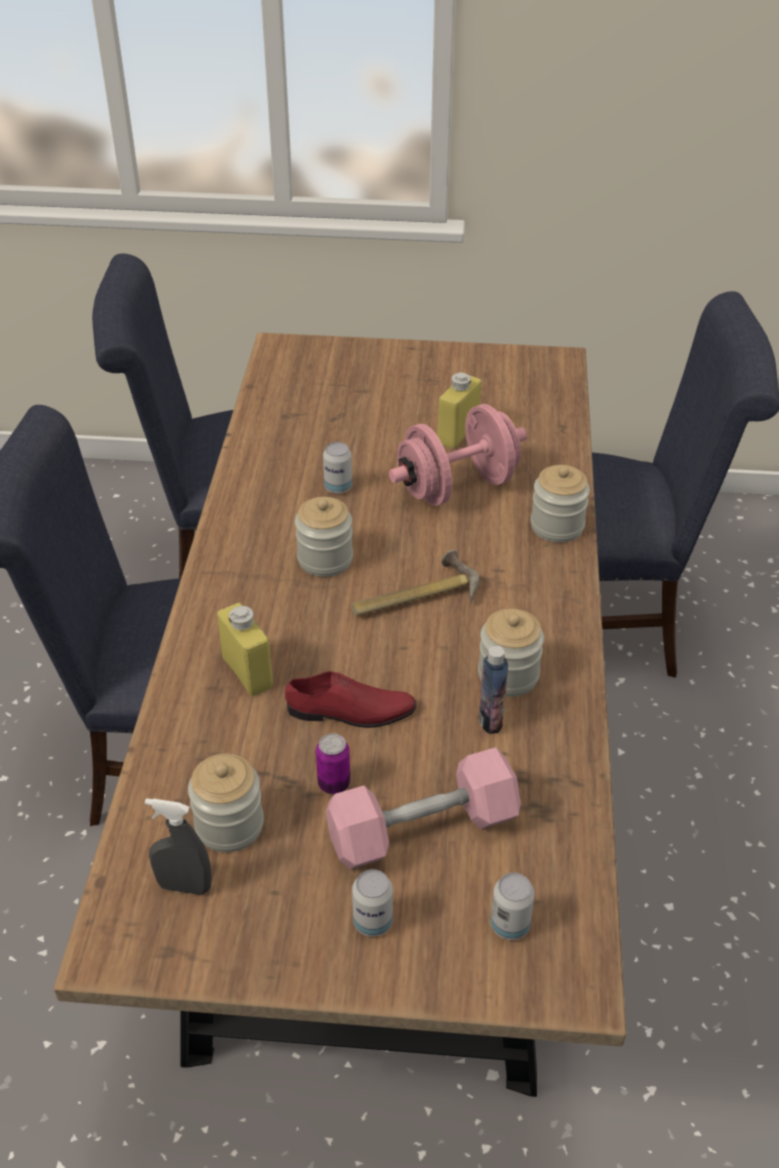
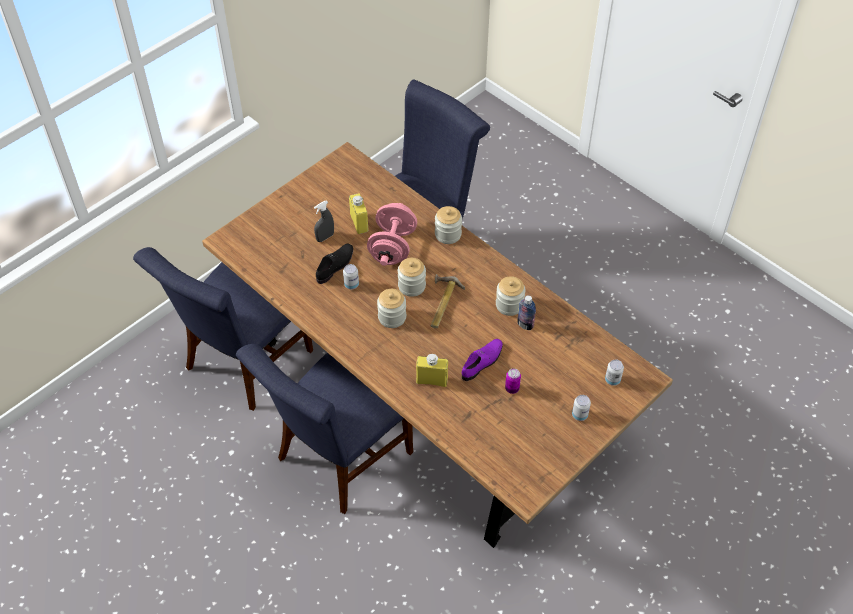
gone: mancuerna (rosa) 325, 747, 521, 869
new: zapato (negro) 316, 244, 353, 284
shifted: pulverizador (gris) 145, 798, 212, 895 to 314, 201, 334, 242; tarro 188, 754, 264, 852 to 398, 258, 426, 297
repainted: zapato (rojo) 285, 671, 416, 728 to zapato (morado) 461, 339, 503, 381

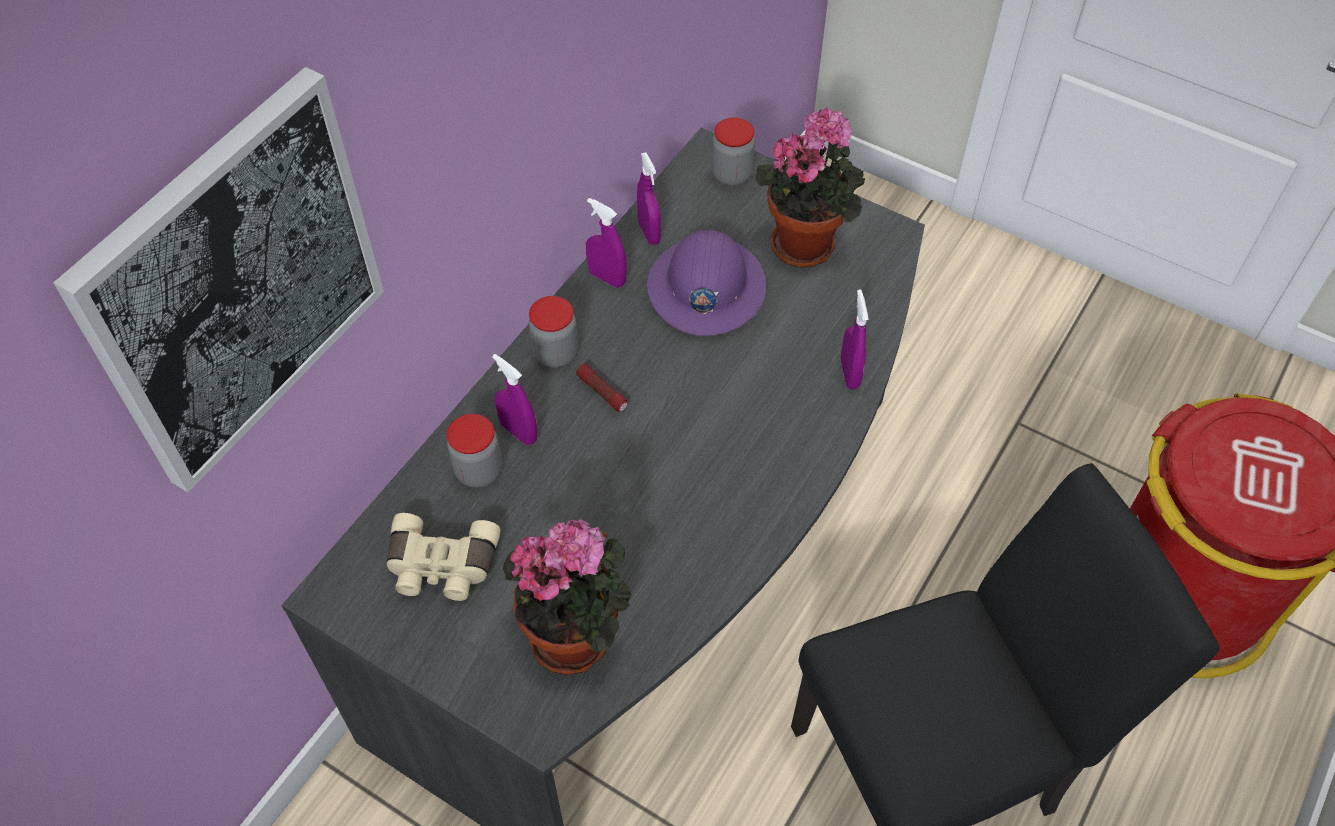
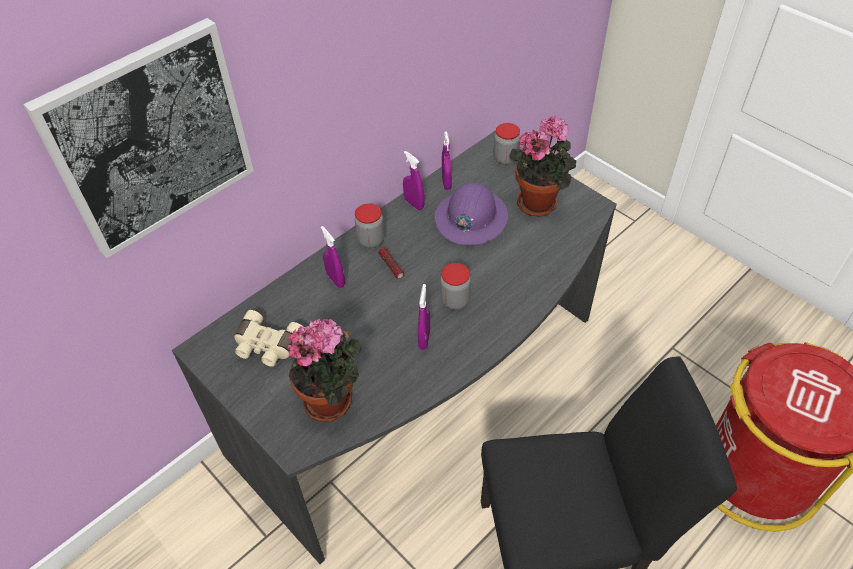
shifted: tarro 447, 414, 502, 488 to 440, 263, 471, 309; pulverizador (morado) 841, 289, 869, 389 to 418, 284, 430, 350

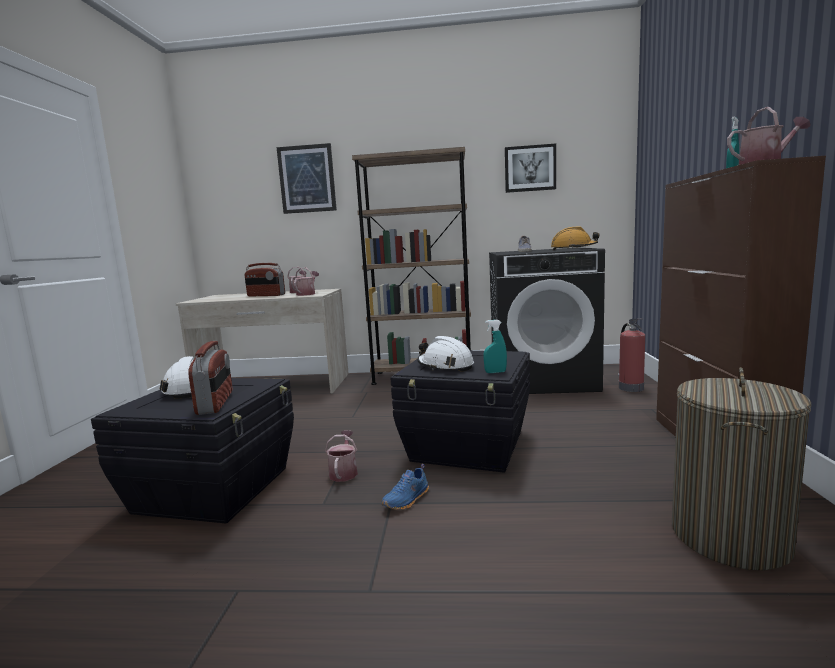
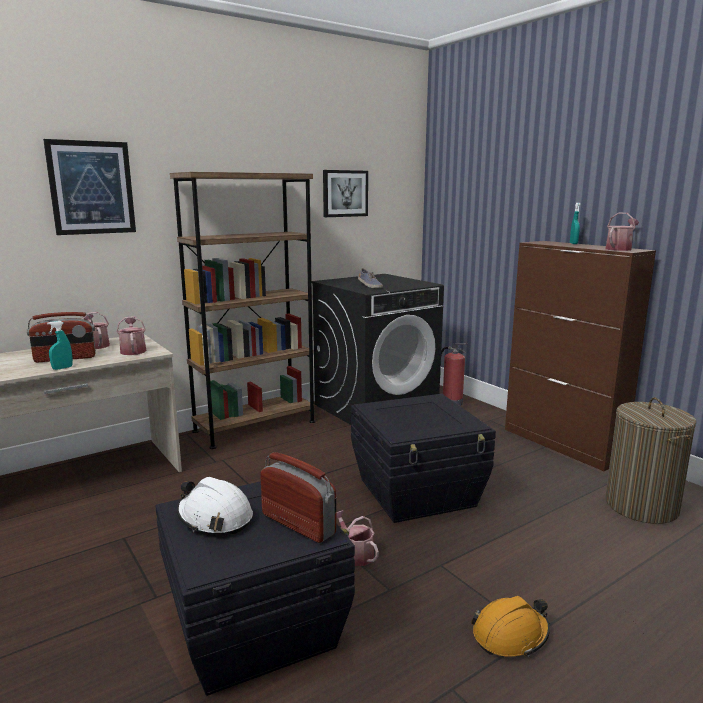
gone: zapato (azul) 382, 464, 429, 510; casco (blanco) 417, 336, 474, 372
shifted: pulverizador (turquesa) 483, 320, 507, 373 to 47, 321, 73, 370; casco (naranja) 551, 227, 599, 251 to 471, 596, 550, 657

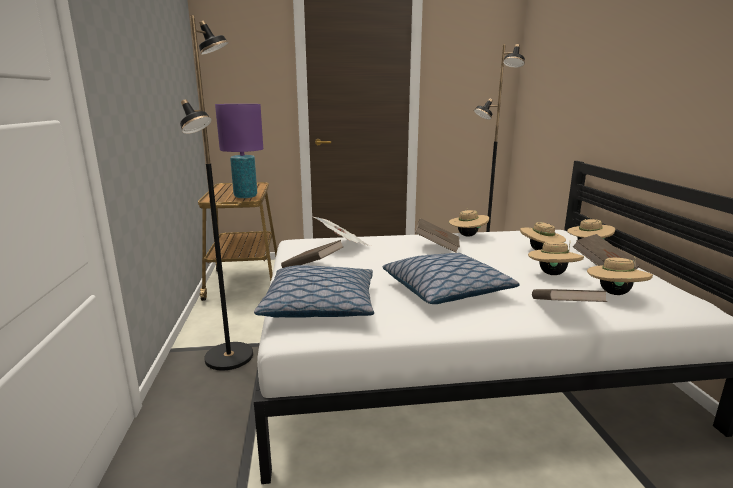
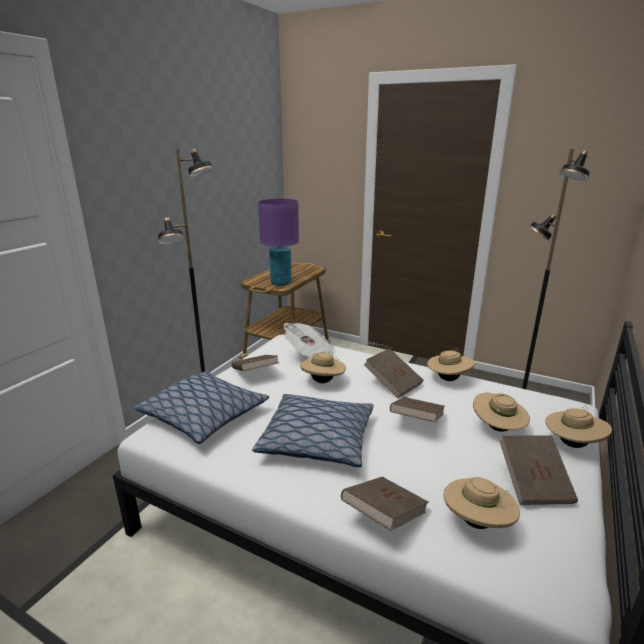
new: libro (marrón) 390, 397, 445, 422
shifted: sombrero (beis) 528, 241, 584, 275 to 300, 353, 346, 383

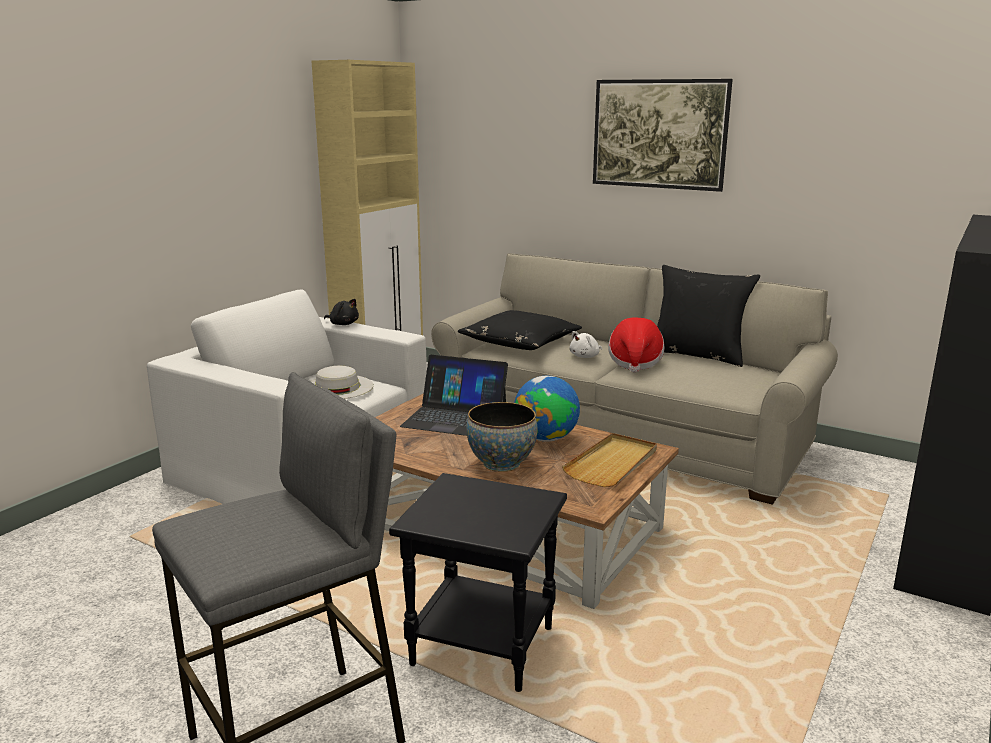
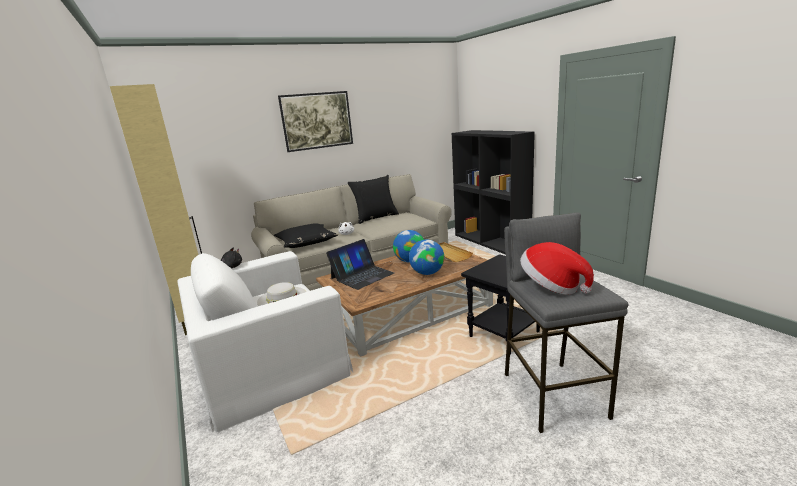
shifted: sombrero 608, 318, 665, 373 to 520, 242, 594, 295
swapped: cuenco 466, 402, 538, 472 to globo terráqueo 409, 239, 444, 275

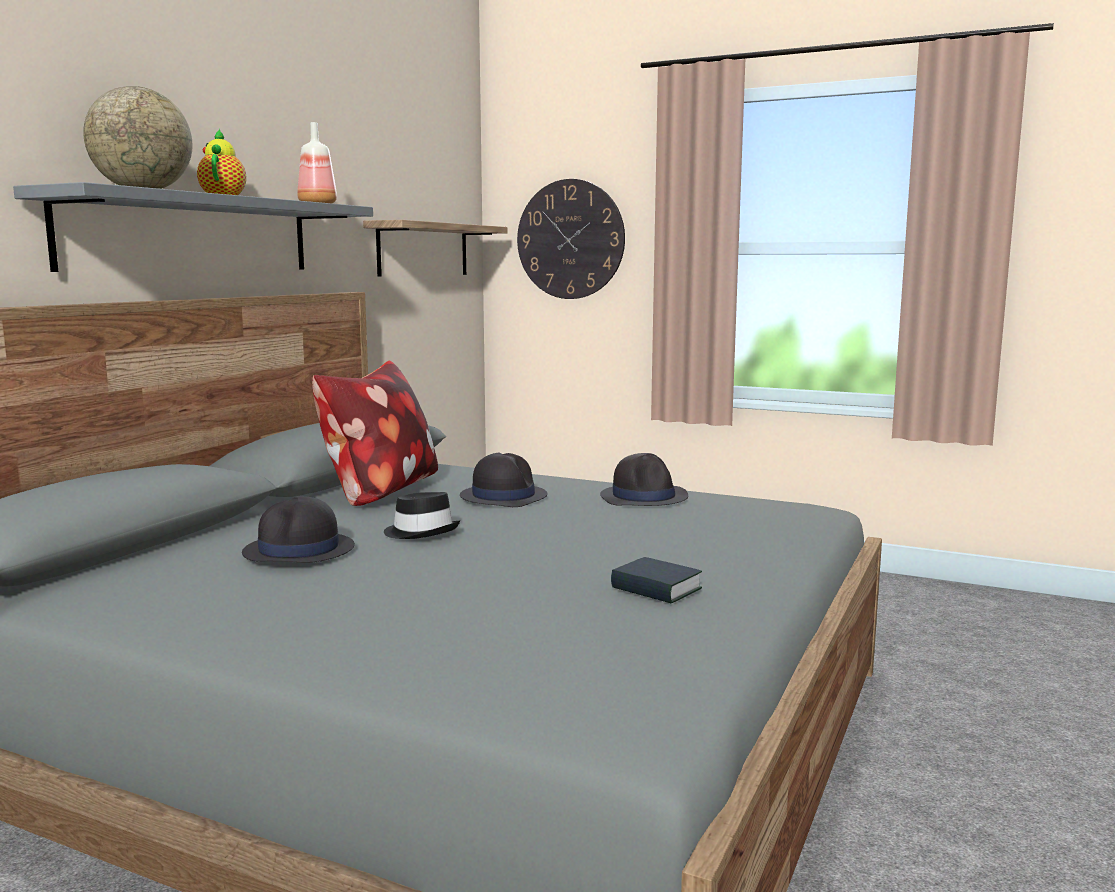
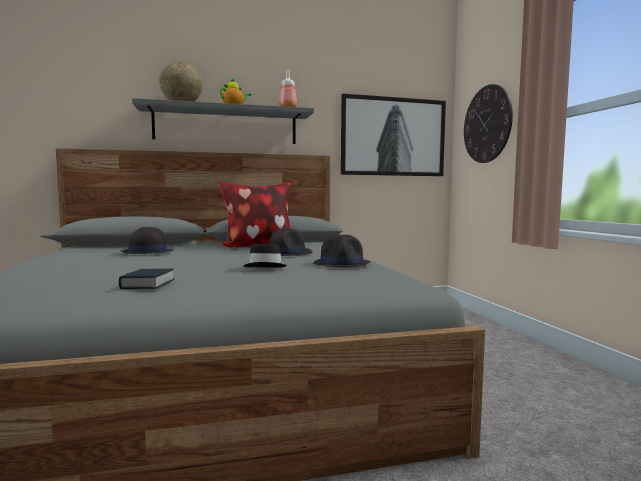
shifted: sombrero (negro) 384, 492, 460, 539 to 243, 244, 287, 268
swapped: estante 363, 220, 508, 277 to cuadro 341, 94, 446, 176

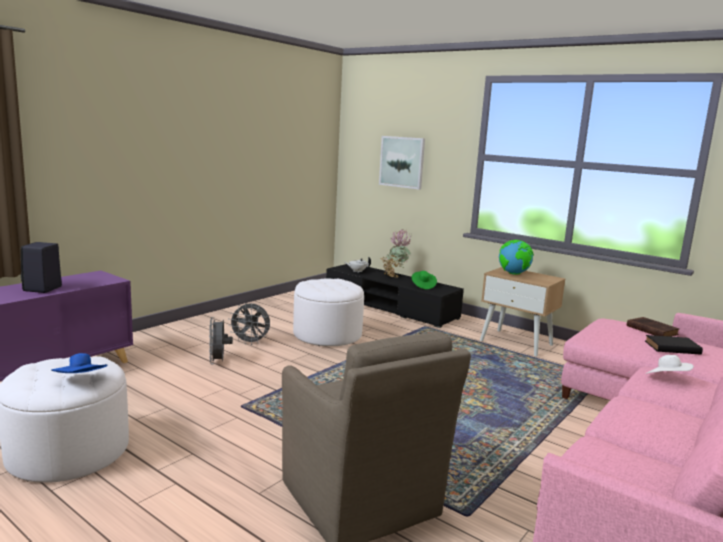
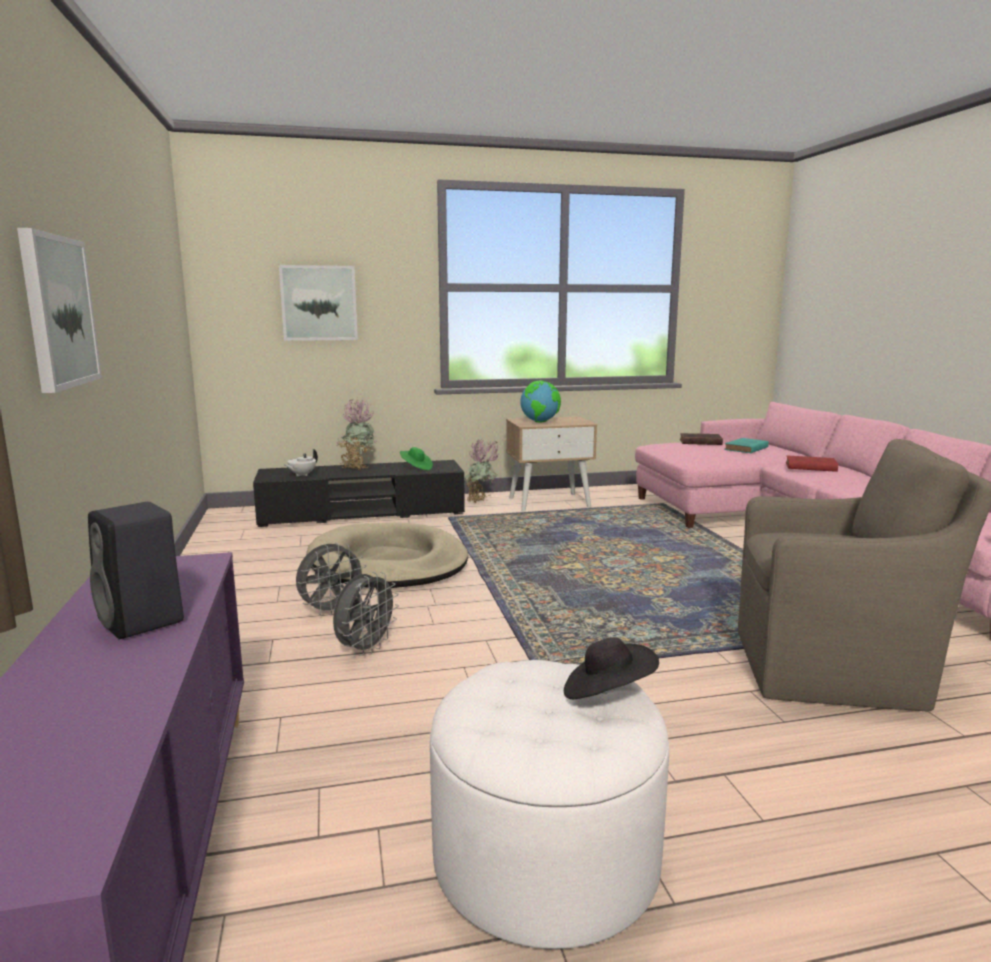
new: cuadro 17, 228, 102, 393; planta en maceta 464, 438, 499, 503
swapped: puf (blanco) 293, 278, 364, 346 to cama para perro (beis) 306, 523, 468, 588; sombrero (blanco) 646, 355, 694, 374 to libro (rojo) 786, 456, 838, 472
repainted: sombrero (azul) 51, 353, 108, 373 to sombrero (negro) 564, 637, 659, 699; libro (negro) 645, 335, 703, 354 to libro (turquesa) 724, 438, 769, 453
rotated: ventilador (gris) 209, 317, 233, 364 = 333, 572, 399, 656 90 degrees counterclockwise

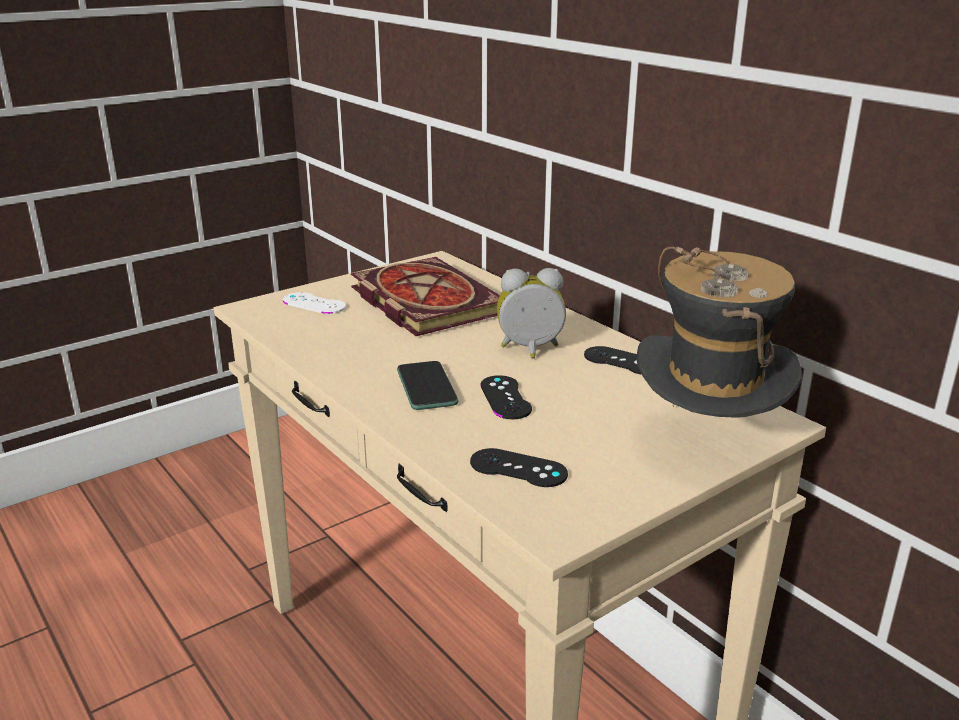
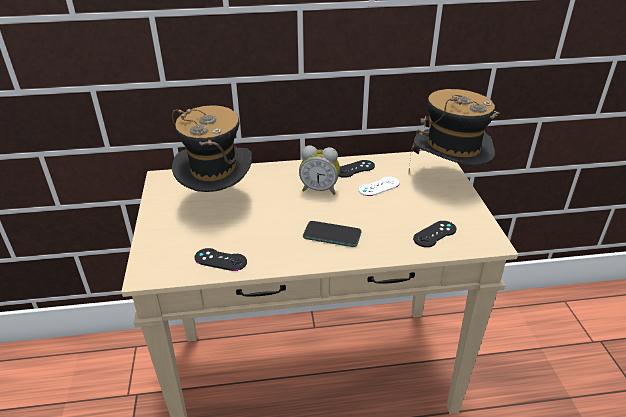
shifted: mando de consola (blanco) 283, 292, 346, 314 to 359, 176, 400, 196; mando de consola (negro) 480, 375, 532, 419 to 194, 248, 247, 271
swapped: libro 350, 257, 500, 336 to sombrero 172, 105, 252, 192
rotated: despertador 497, 268, 566, 358 = 299, 145, 340, 195 105 degrees counterclockwise

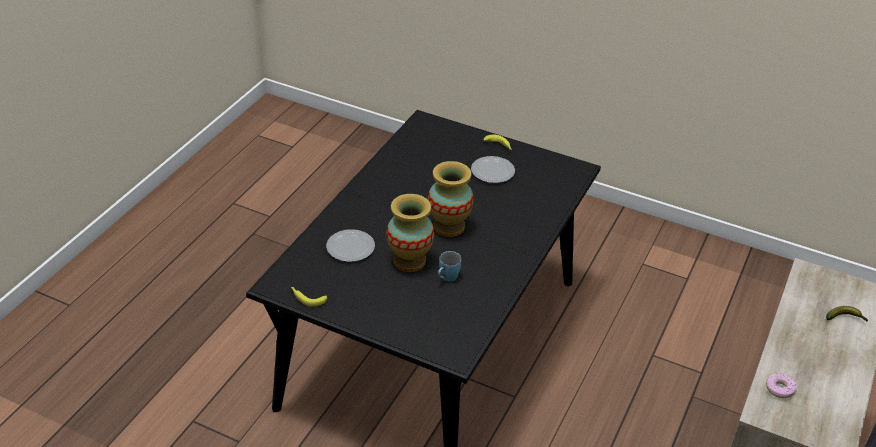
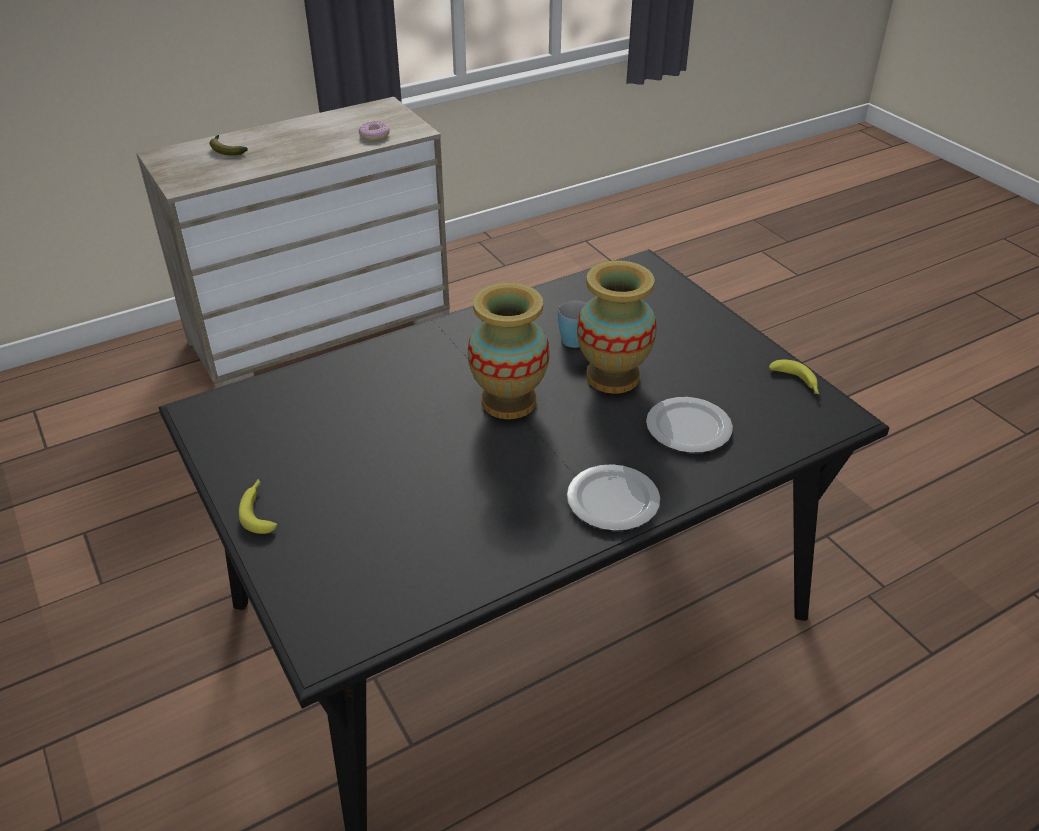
shifted: plato 471, 156, 515, 183 to 567, 464, 660, 531

